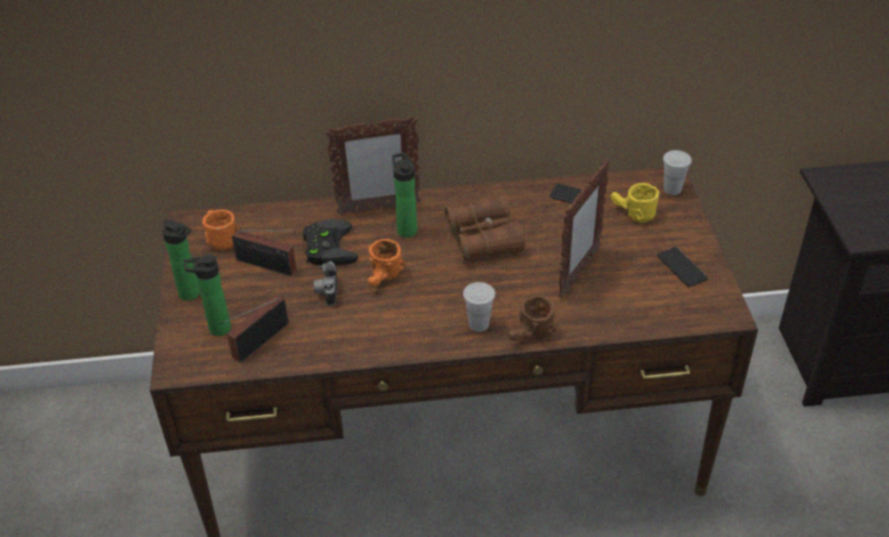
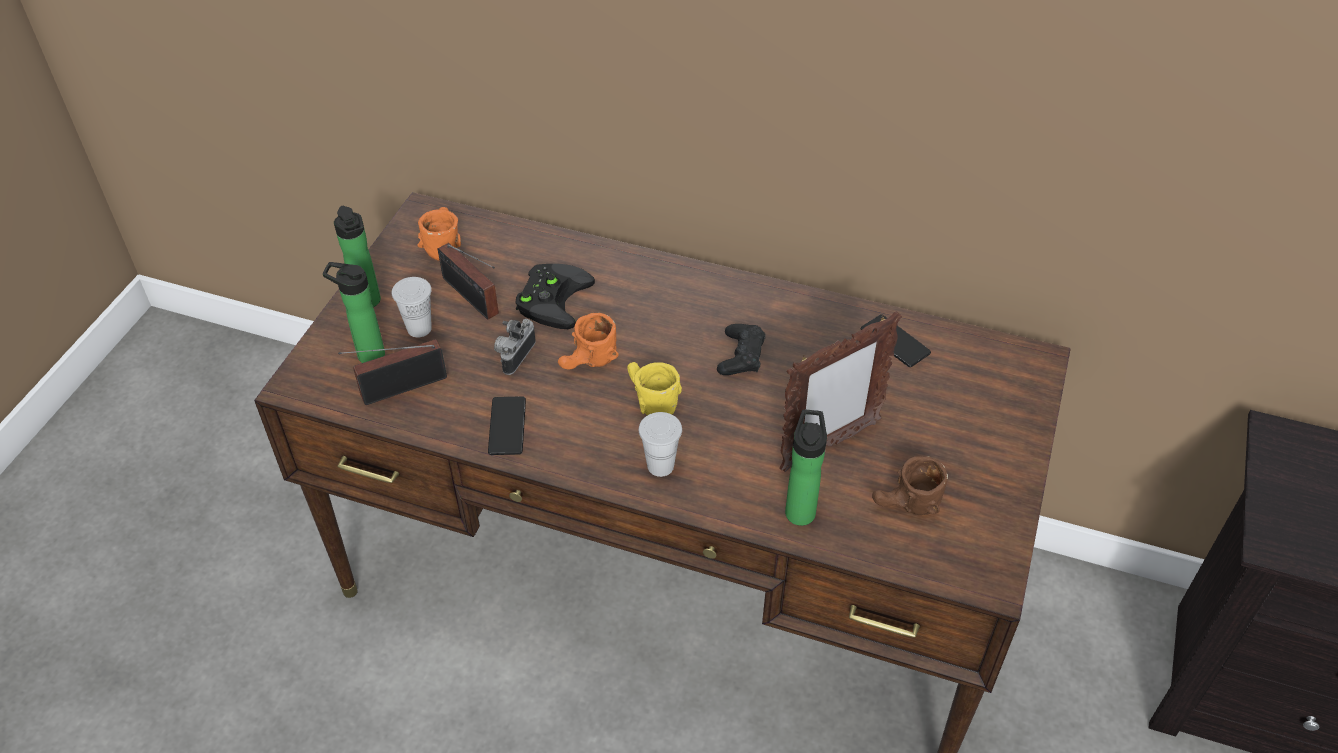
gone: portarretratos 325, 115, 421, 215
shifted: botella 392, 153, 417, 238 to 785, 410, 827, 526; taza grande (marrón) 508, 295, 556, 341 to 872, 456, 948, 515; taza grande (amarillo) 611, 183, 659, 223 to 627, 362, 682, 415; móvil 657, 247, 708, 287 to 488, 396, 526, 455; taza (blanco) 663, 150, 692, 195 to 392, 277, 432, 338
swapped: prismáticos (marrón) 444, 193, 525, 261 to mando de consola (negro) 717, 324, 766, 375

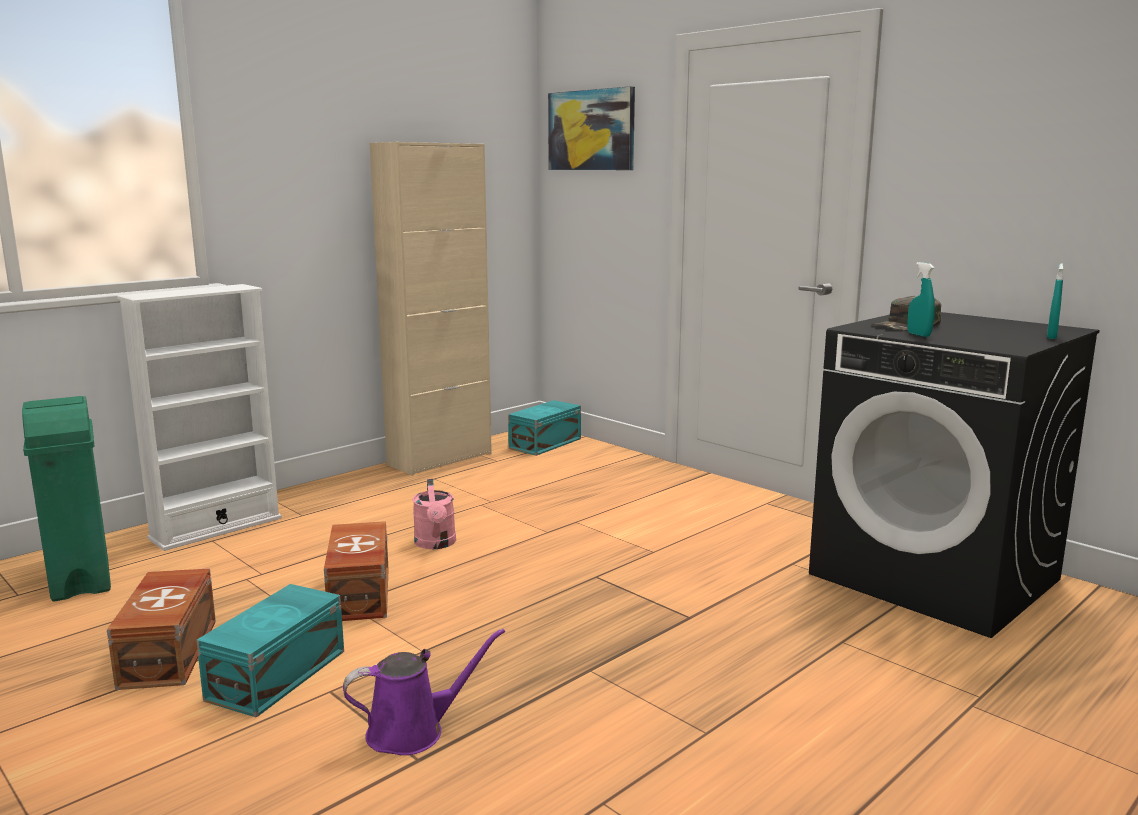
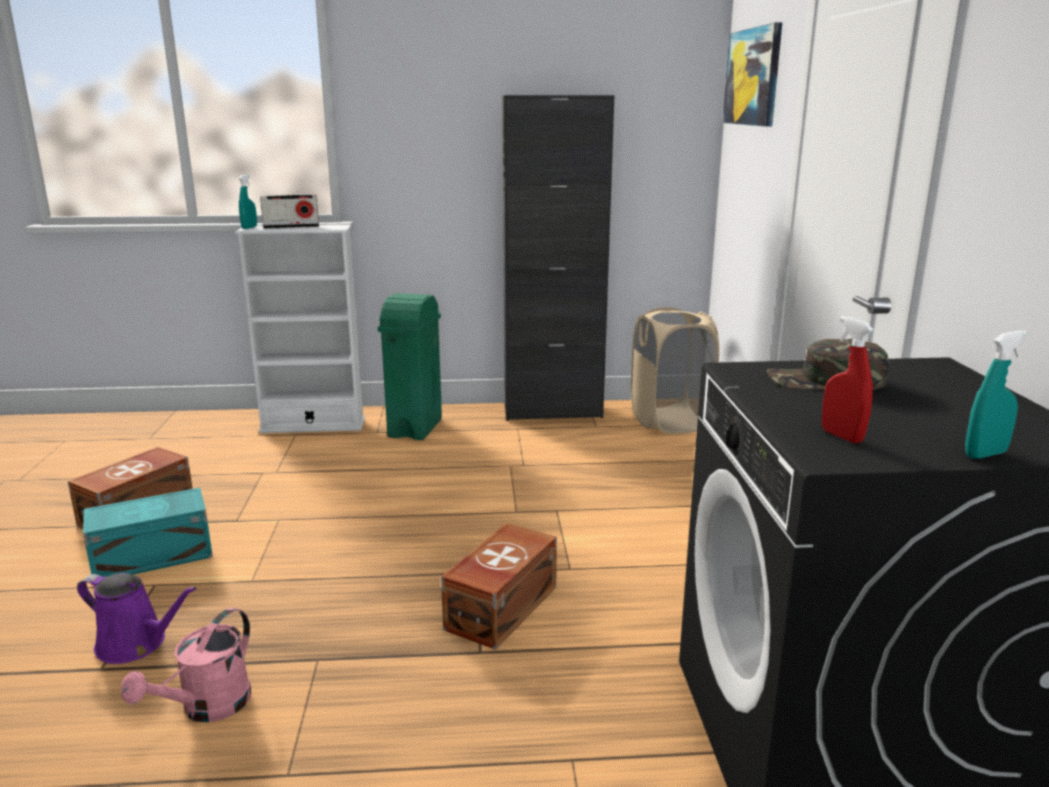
new: radio 260, 194, 319, 229; pulverizador (rojo) 822, 316, 874, 444
shifted: papelera (verde) 22, 396, 111, 602 to 378, 293, 442, 440; caja de almacenaje (marrón) 324, 521, 389, 621 to 441, 523, 557, 650; regadera (rosa) 412, 479, 456, 549 to 121, 608, 251, 722; pulverizador (turquesa) 907, 262, 935, 337 to 238, 175, 257, 229
swapped: caja de almacenaje (turquesa) 508, 400, 581, 456 to cesto de la ropa (beis) 631, 307, 719, 434
repainted: armario (beis) 370, 142, 492, 476 to armario (negro) 502, 95, 614, 421

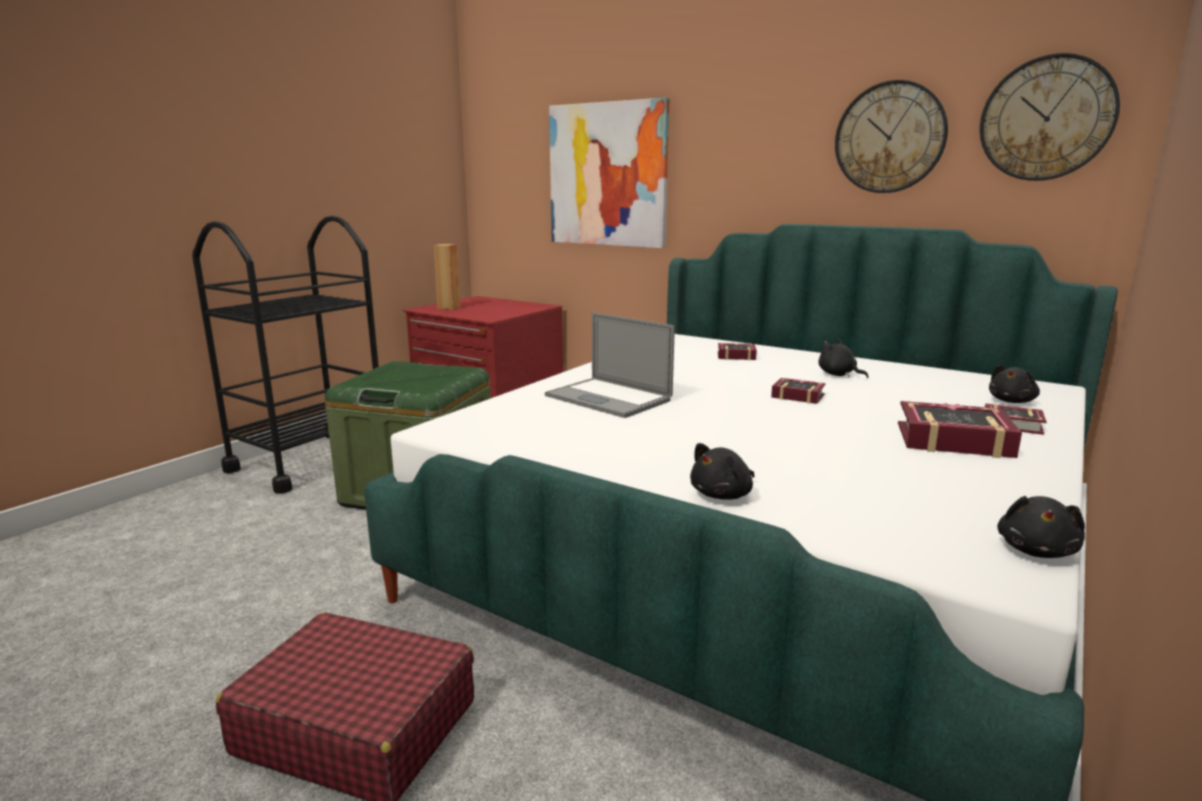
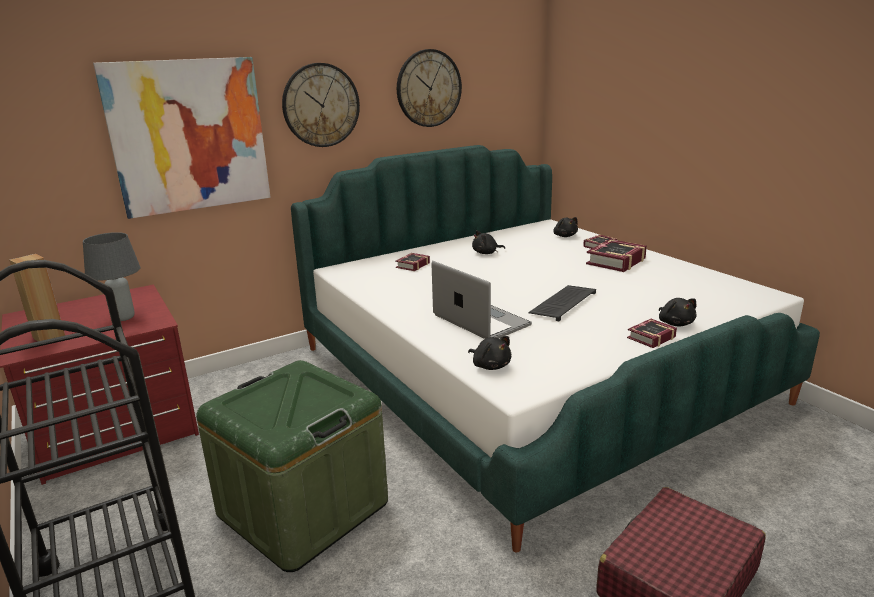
new: lámpara de mesa (gris) 83, 232, 141, 321; teclado 528, 285, 596, 321
shifted: libro 771, 378, 826, 404 to 627, 319, 677, 348; reloj de pared 980, 53, 1120, 181 to 282, 63, 360, 147; peluche (negro) 997, 496, 1085, 558 to 468, 336, 511, 370
rotated: portátil 545, 312, 675, 418 = 432, 261, 532, 339 105 degrees counterclockwise

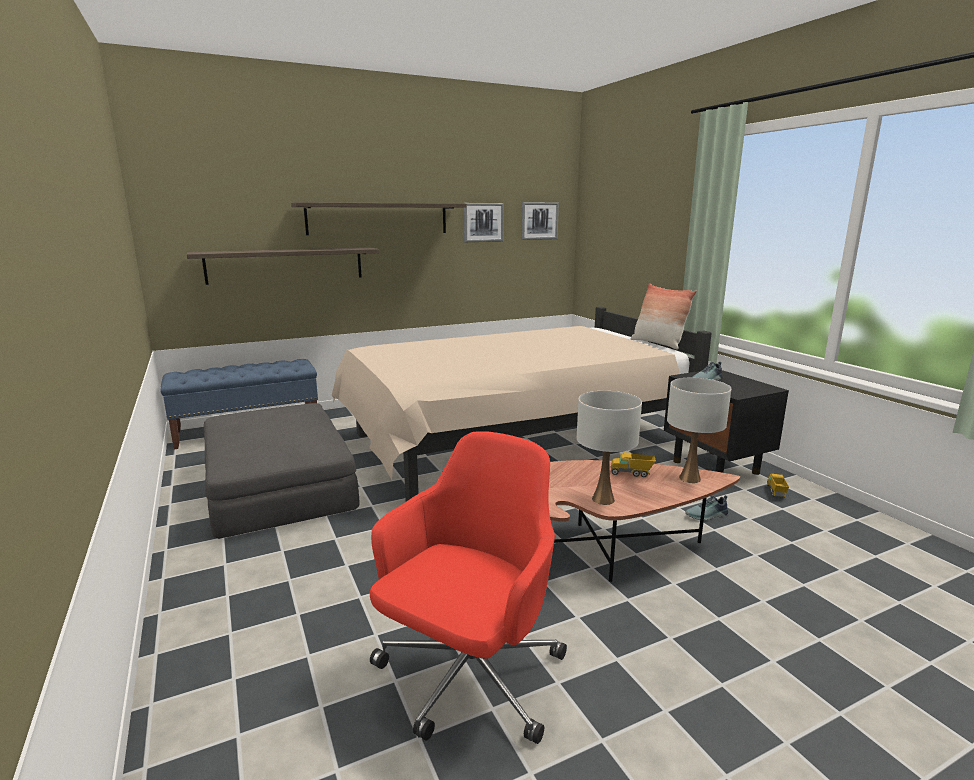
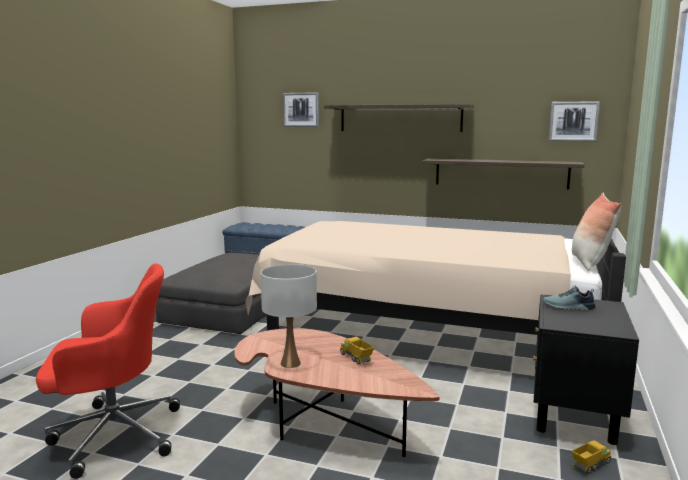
gone: lámpara de mesa (blanco) 667, 378, 731, 483; zapato 685, 495, 728, 520
shifted: estante 187, 247, 379, 285 to 422, 158, 585, 189; cuadro 463, 203, 504, 242 to 282, 92, 319, 127

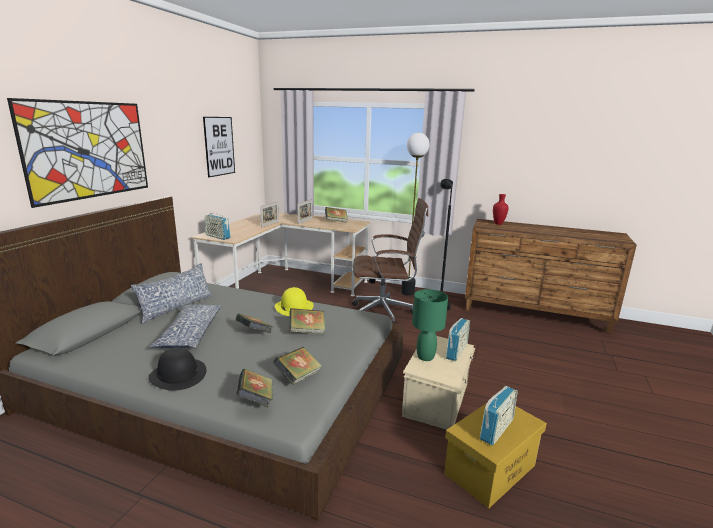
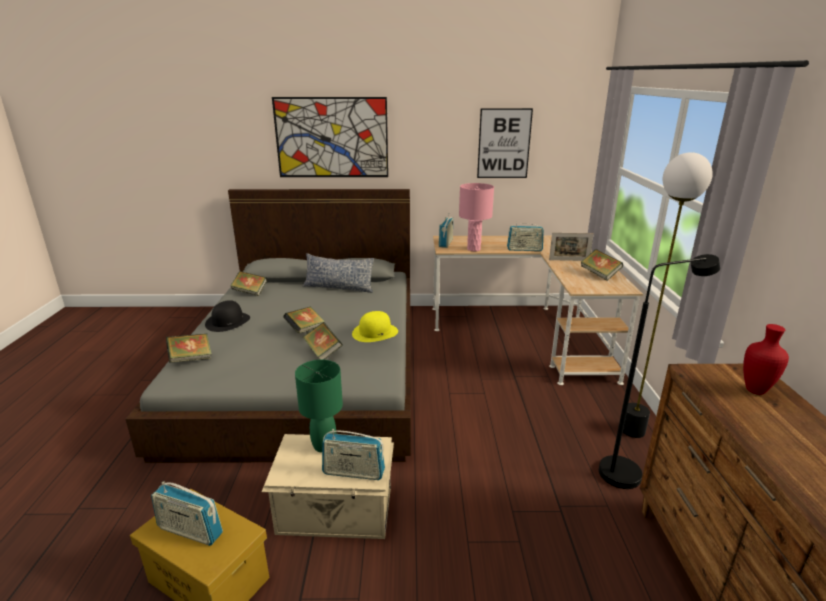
gone: cojín 150, 305, 221, 349; silla de oficina (marrón) 352, 198, 428, 324
new: lámpara de mesa (rosa) 459, 183, 494, 251
shifted: libro 273, 347, 322, 385 to 231, 271, 267, 296
swapped: portarretratos 260, 201, 279, 228 to radio 507, 221, 544, 251

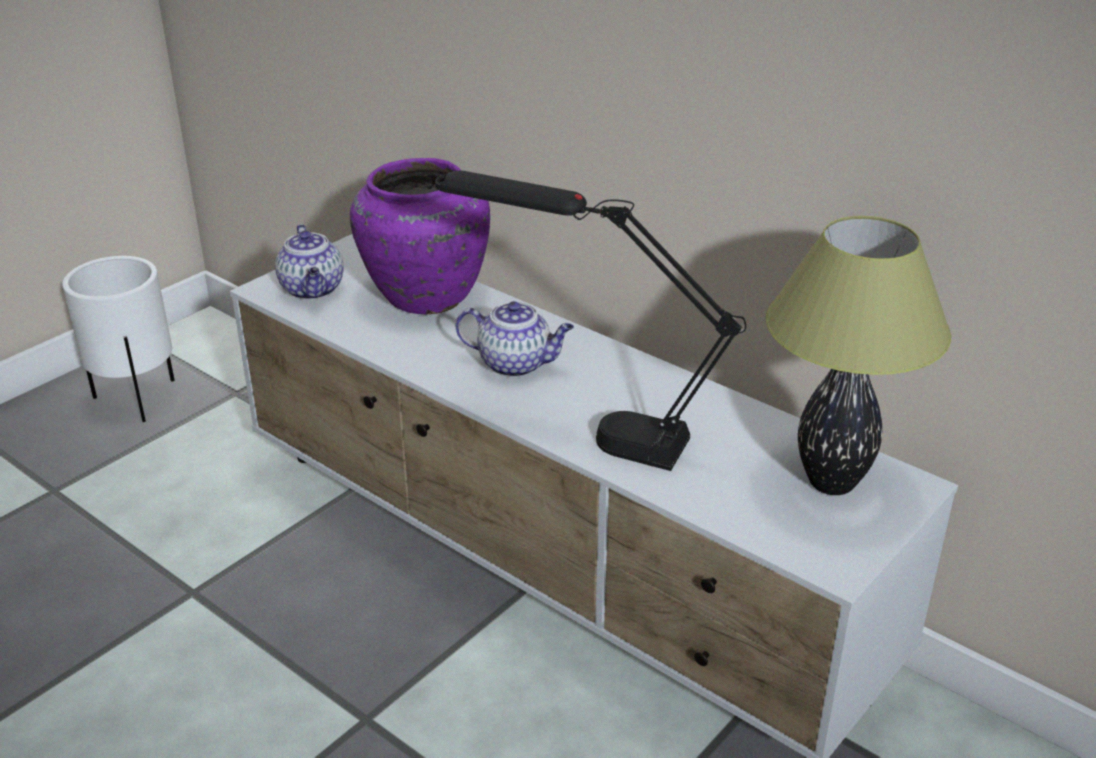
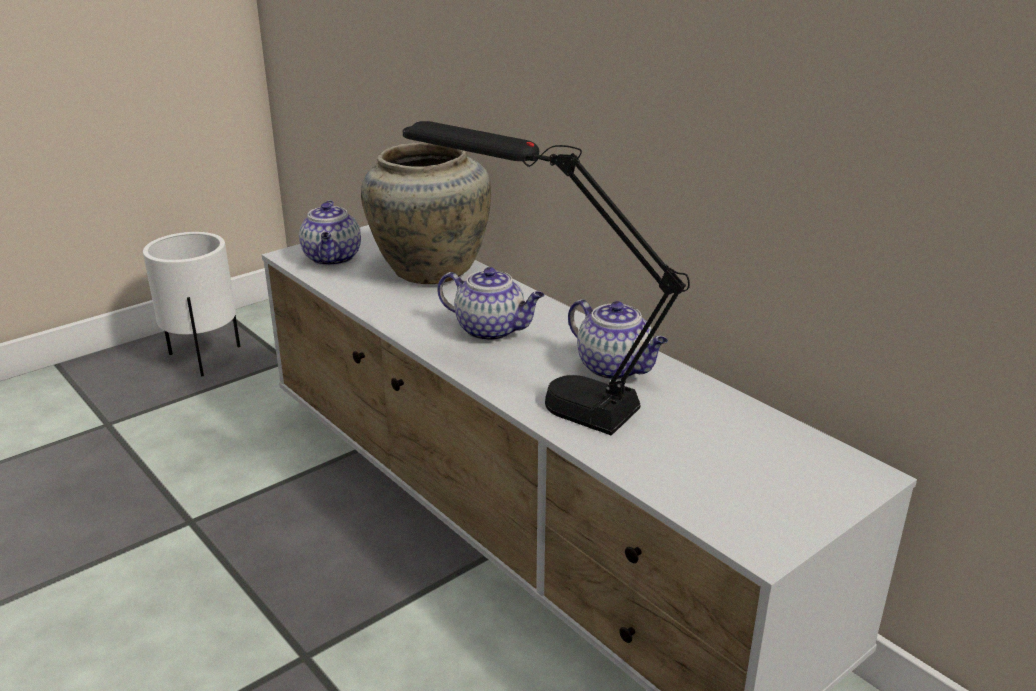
gone: lámpara de mesa 766, 216, 951, 495
new: tetera 568, 299, 668, 380
repainted: florero (morado) 350, 158, 490, 314 to florero (beis) 361, 142, 491, 284

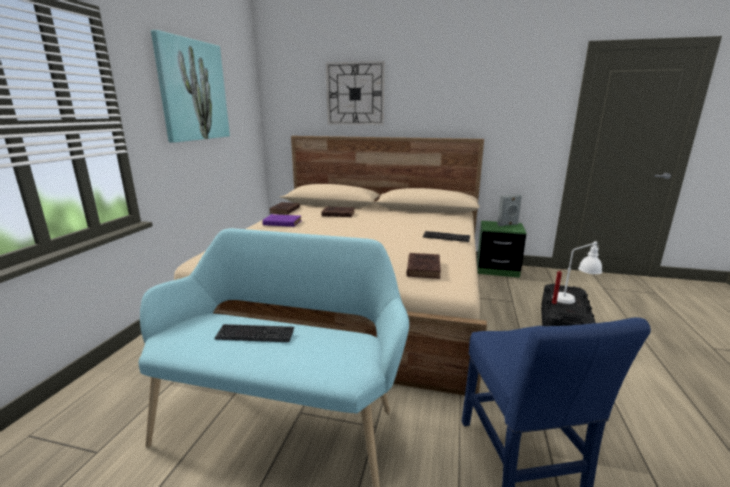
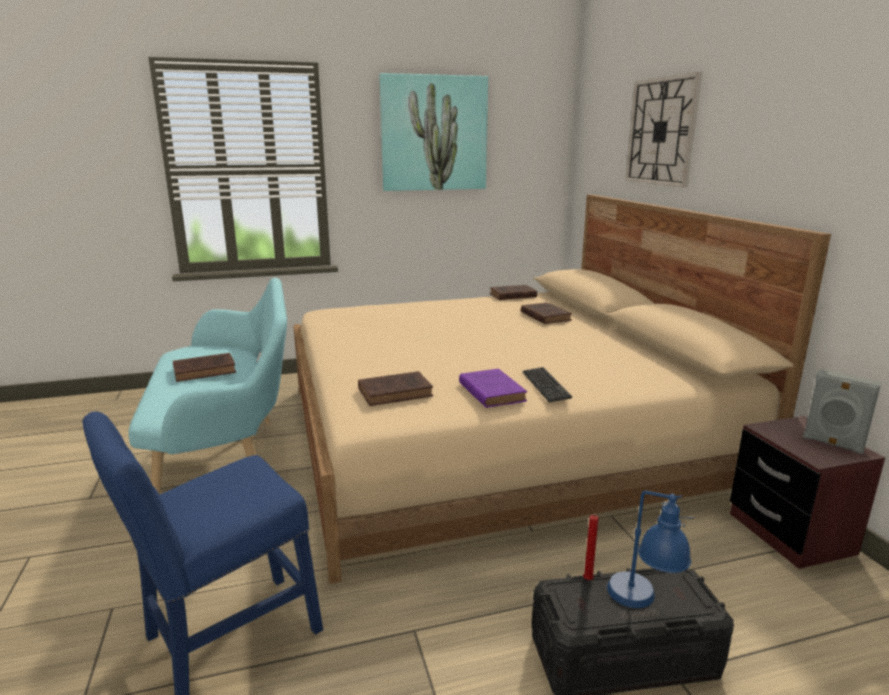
shifted: libro (morado) 262, 214, 302, 227 to 459, 369, 527, 408
swapped: teclado 214, 324, 294, 342 to libro (marrón) 173, 353, 236, 382
repainted: mesita de noche (verde) 477, 221, 526, 278 to mesita de noche (marrón) 730, 416, 885, 569; lámpara de mesa (blanco) 552, 241, 602, 304 to lámpara de mesa (azul) 607, 491, 694, 608

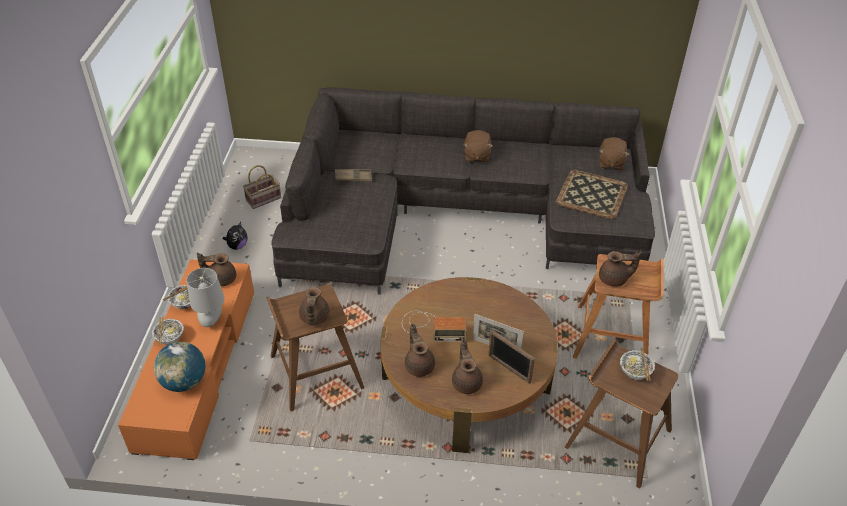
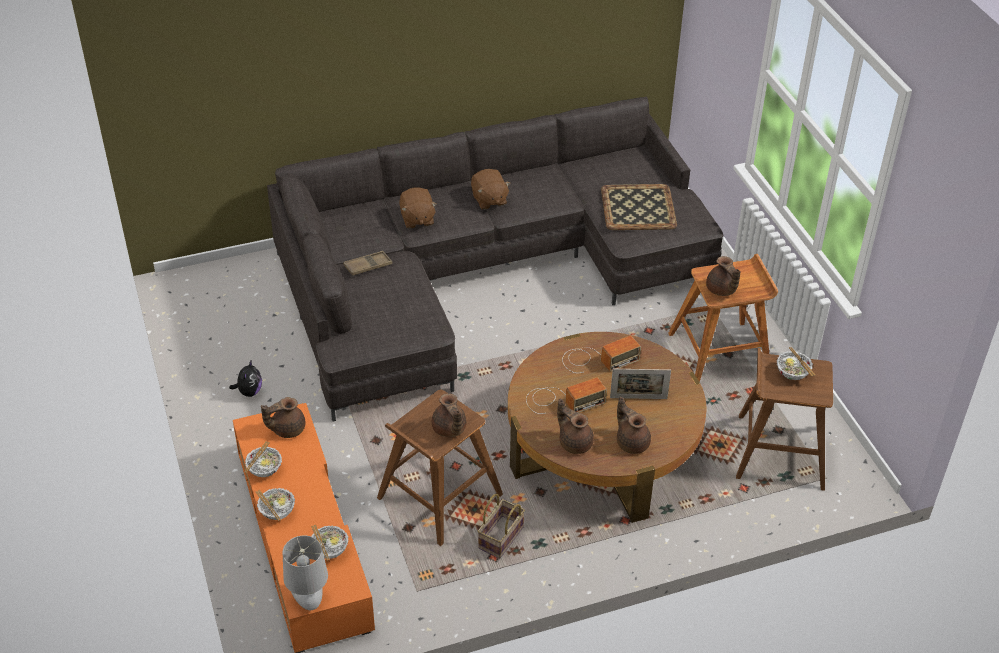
gone: portarretratos 488, 330, 535, 384
new: radio 562, 335, 641, 373
shifted: lámpara de mesa (gris) 186, 268, 224, 327 to 283, 535, 328, 610; cesta 243, 165, 281, 209 to 478, 494, 525, 559; peluche (marrón) 599, 137, 630, 171 to 399, 187, 437, 229
swapped: globo terráqueo 154, 342, 206, 392 to cuenco 311, 525, 349, 561
rotated: tetera (marrón) 599, 251, 642, 287 = 706, 256, 741, 296 90 degrees clockwise

